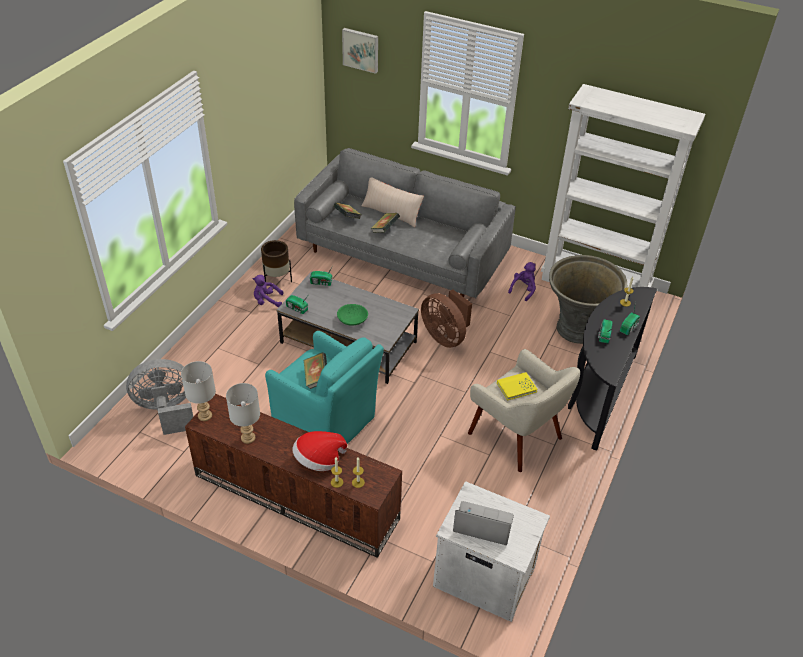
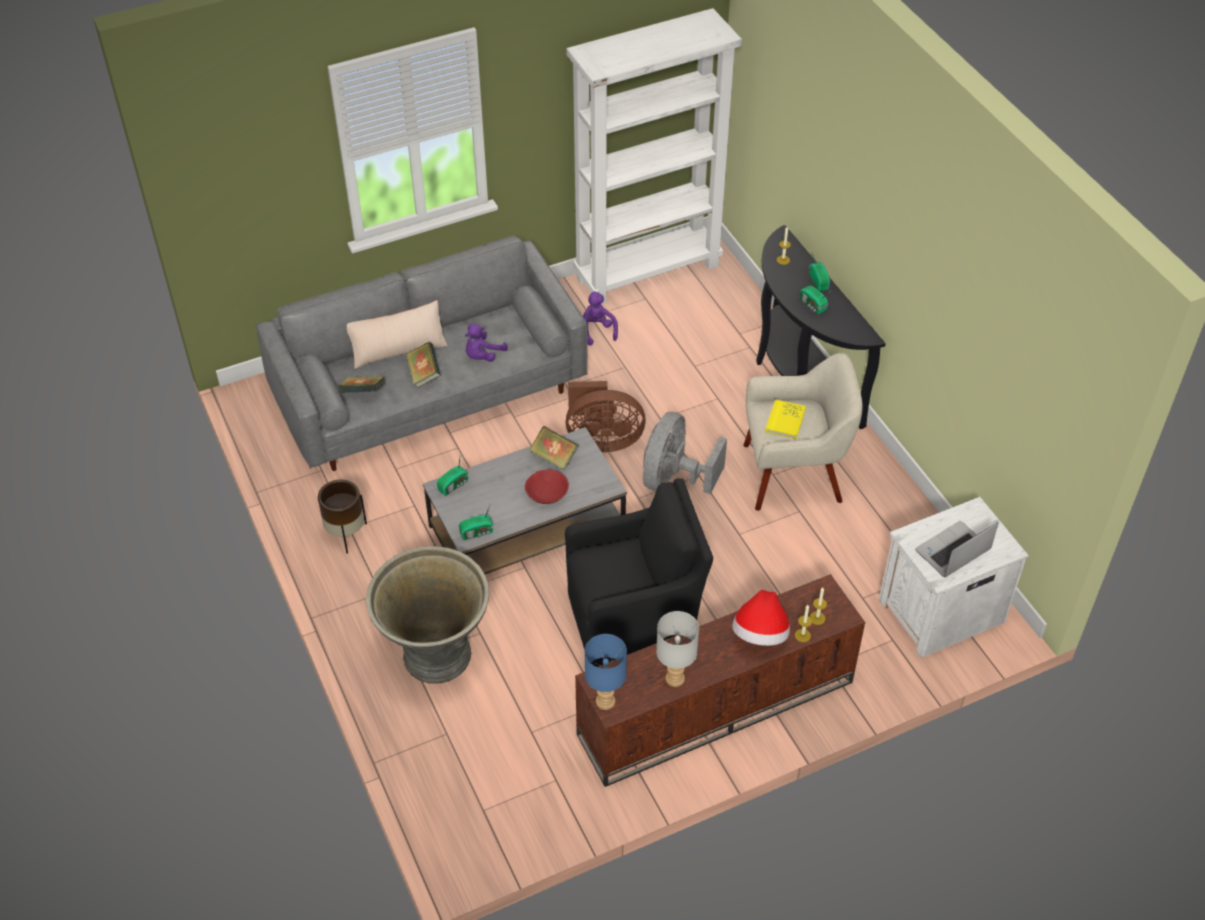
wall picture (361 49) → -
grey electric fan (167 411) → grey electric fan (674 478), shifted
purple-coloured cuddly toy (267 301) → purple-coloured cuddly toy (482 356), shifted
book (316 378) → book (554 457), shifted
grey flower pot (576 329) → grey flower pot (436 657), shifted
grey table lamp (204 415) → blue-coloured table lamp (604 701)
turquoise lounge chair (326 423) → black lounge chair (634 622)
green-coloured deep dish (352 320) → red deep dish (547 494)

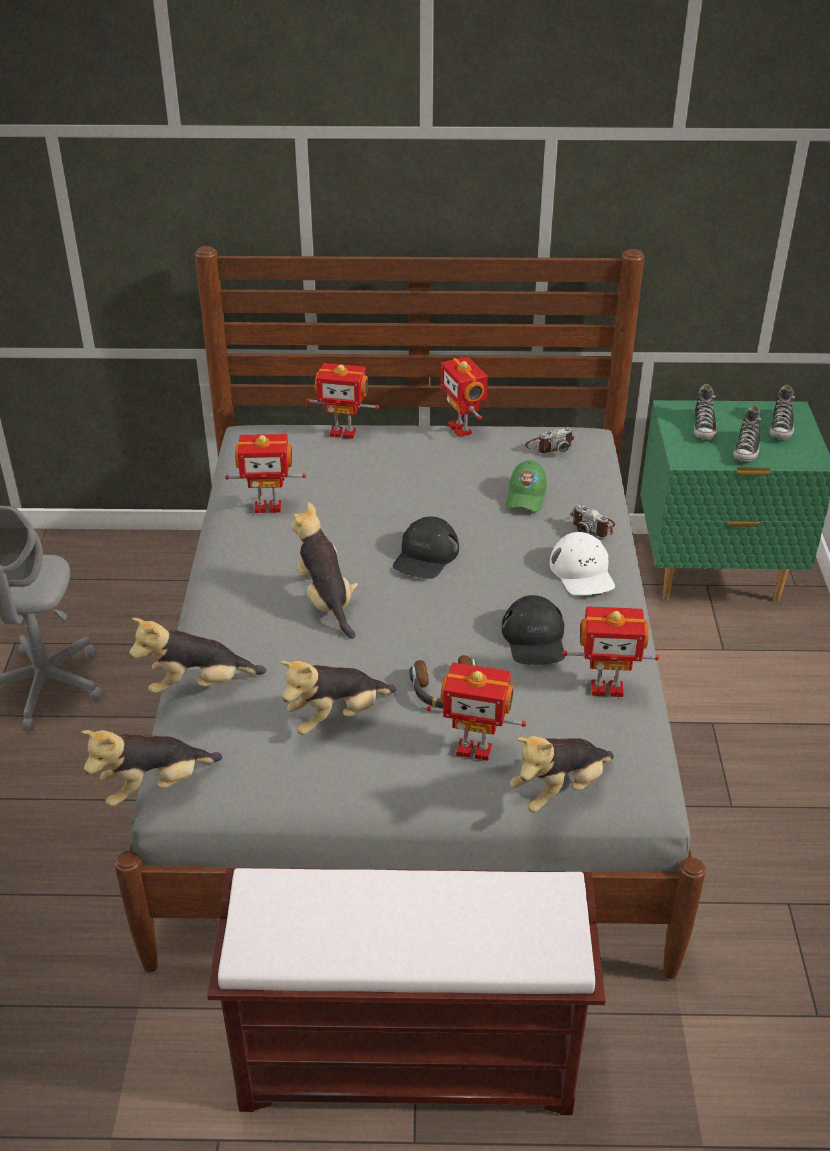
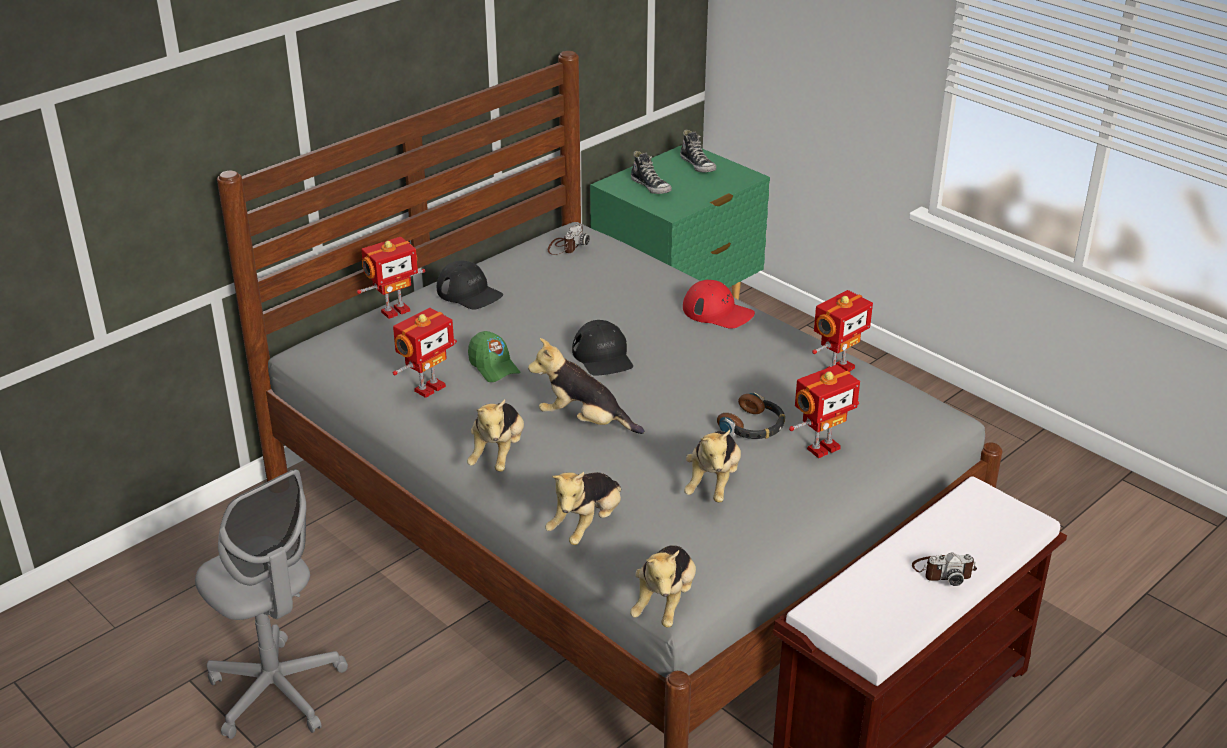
toy robot (462 429) → -
shoe (747 449) → -
black cap (534 638) → black cap (469 293), shifted
green-coloured cap (526 496) → green-coloured cap (493 367), shifted
cuddly toy (559 790) → cuddly toy (498 454), shifted
still camera (593 526) → still camera (943 571), shifted
white-coloured cap (582 572) → red cap (718 312)

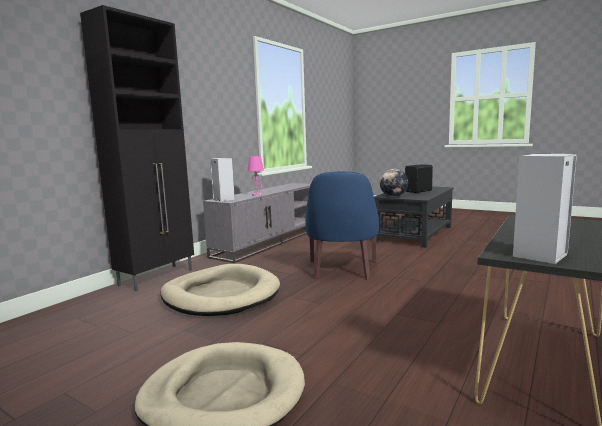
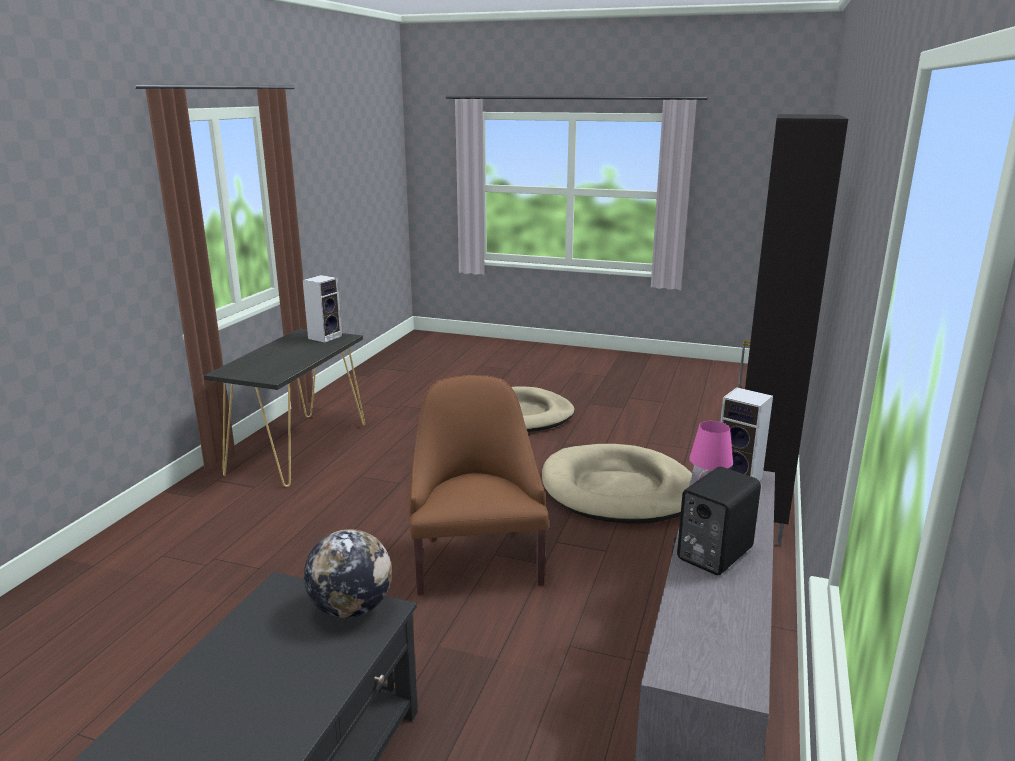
black audio speaker (419 191) → black audio speaker (712 554), shifted
blue-coloured lounge chair (342 270) → brown lounge chair (476 560)

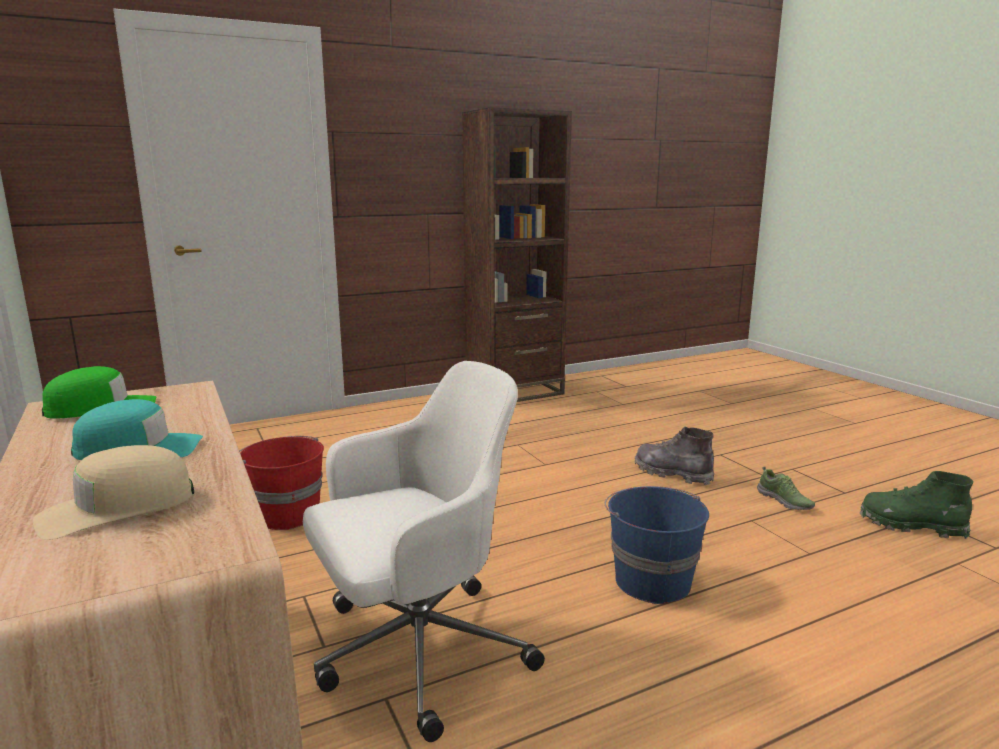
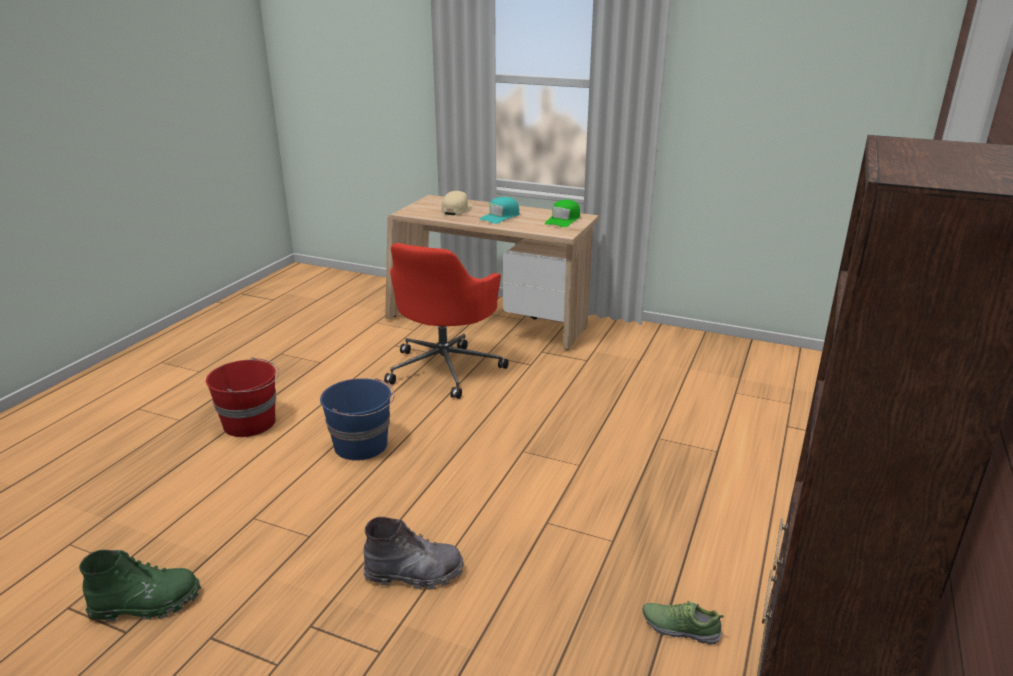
red pail (286 514) → red pail (251 423), shifted
shoe (785 501) → shoe (680 627), shifted
white-coloured desk chair (416 652) → red desk chair (445 368)

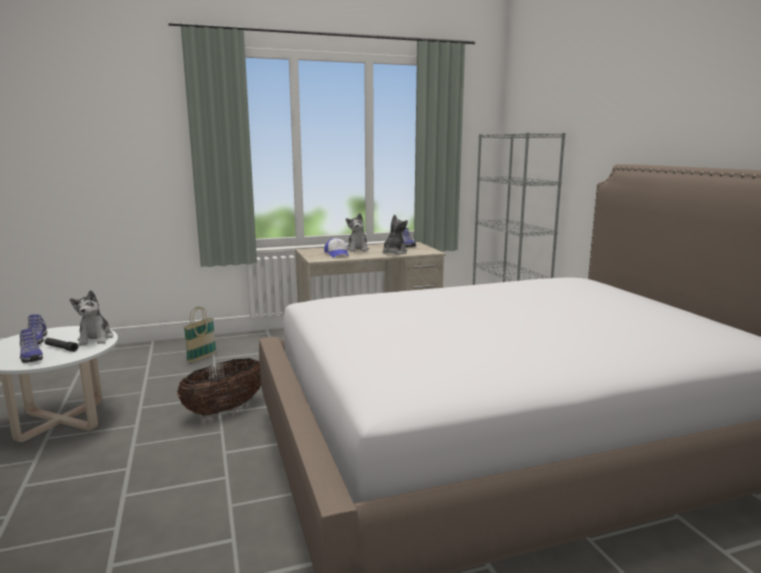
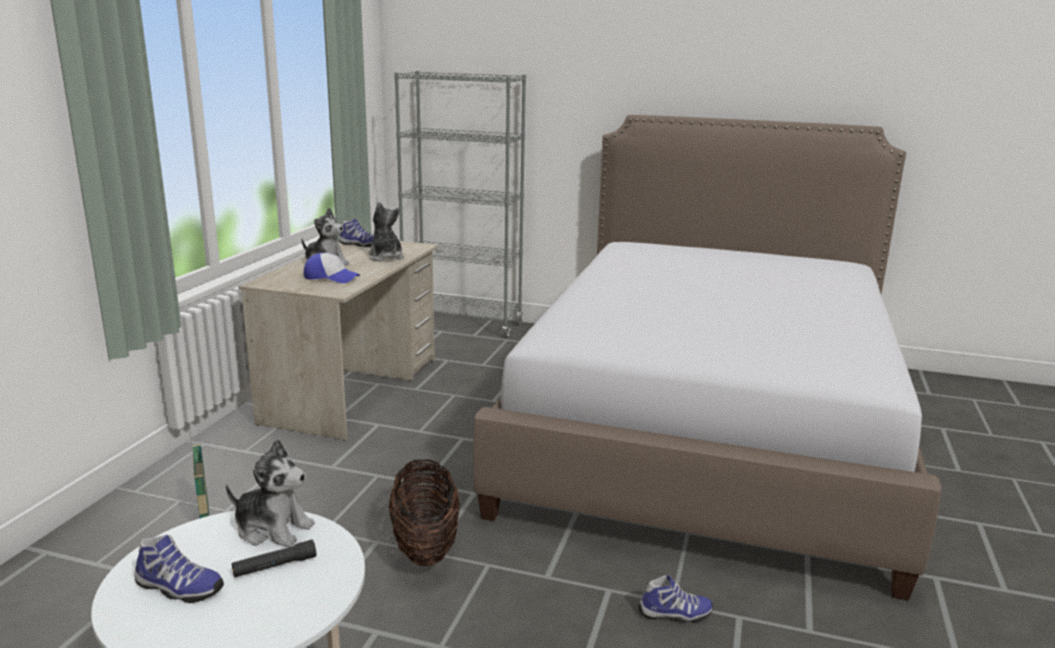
shoe (30 357) → shoe (675 614), shifted

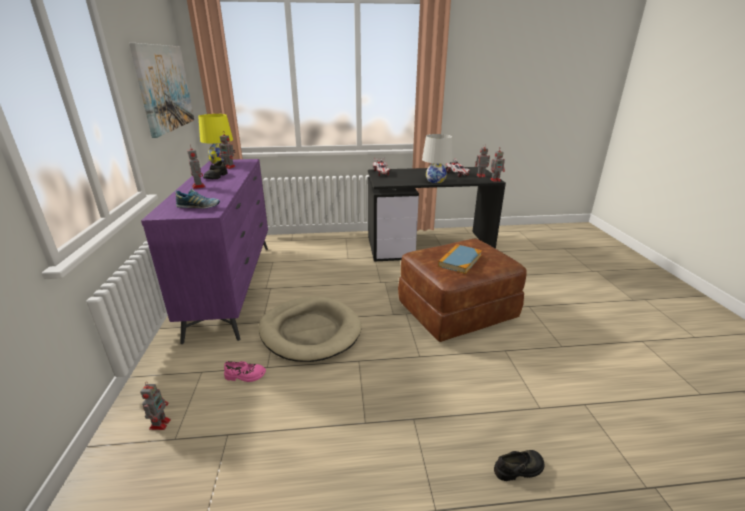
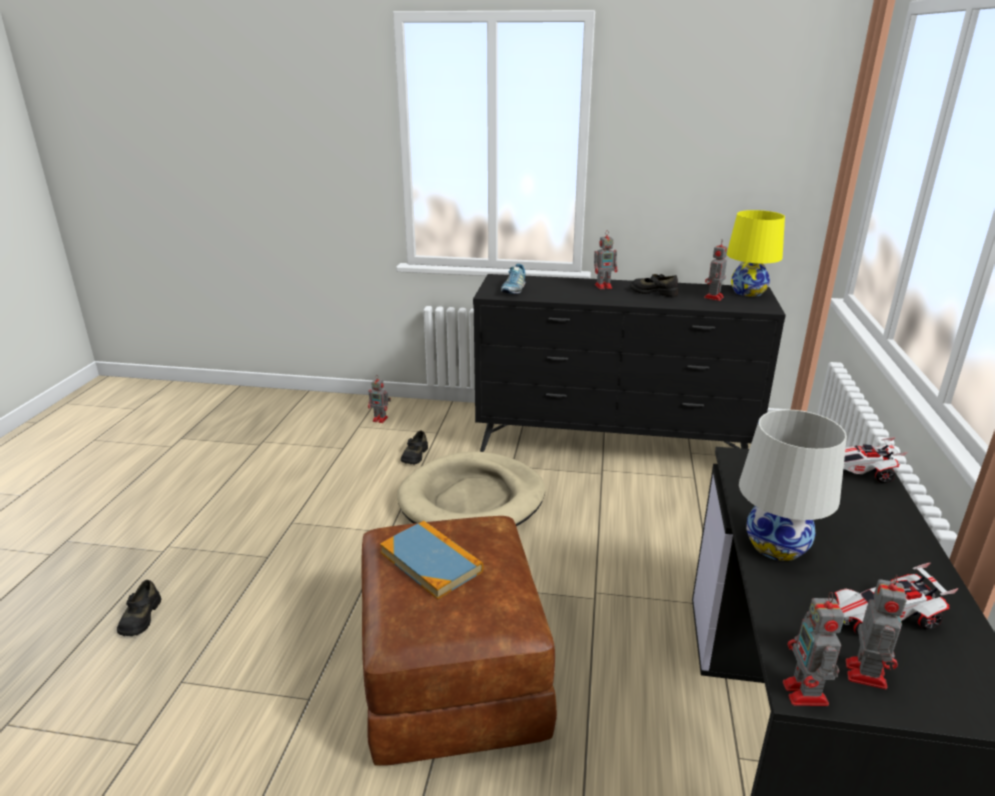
wall picture (164 88) → -
purple-coloured drawer chest (233 286) → black drawer chest (613 445)
pink-coloured shoe (245 376) → black shoe (414 455)

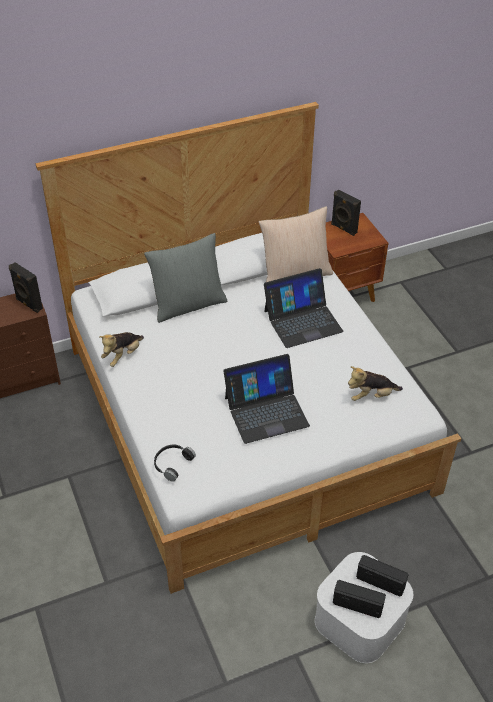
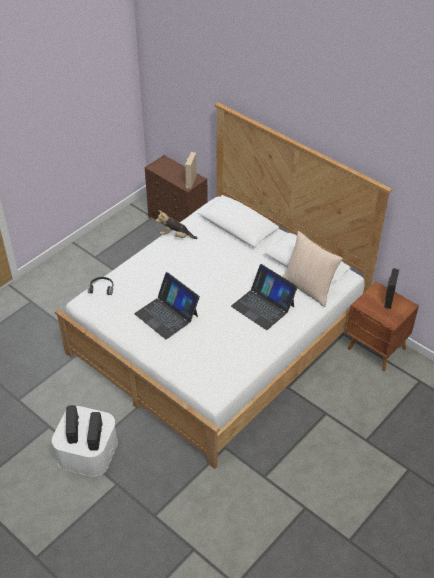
grey cushion (188 304) → -
cuddly toy (371 395) → -
black audio speaker (28 304) → beige audio speaker (190 181)

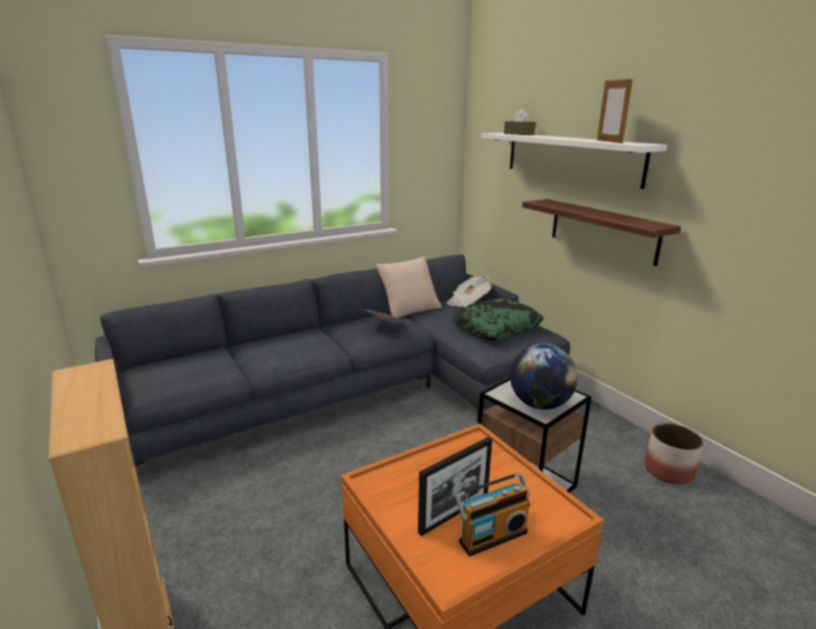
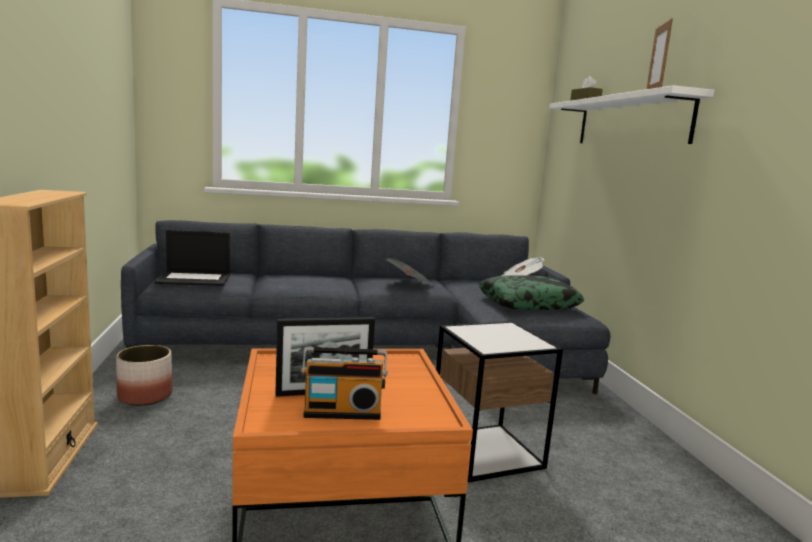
beige cushion (409 308) → -
world globe (539 404) → -
bracket shelf (603 230) → -
- → portable computer (195 279)
flower pot (668 470) → flower pot (145 396), shifted

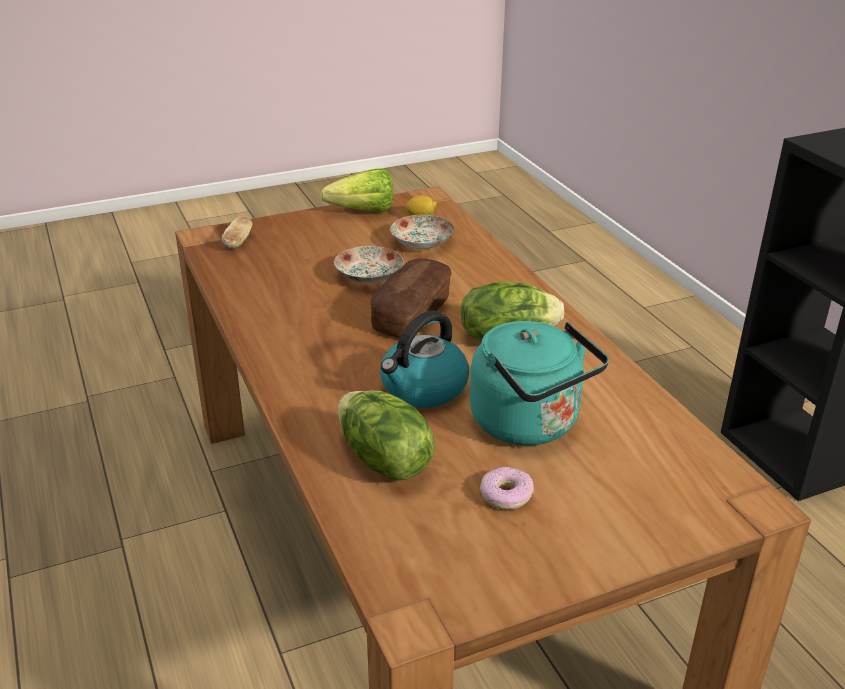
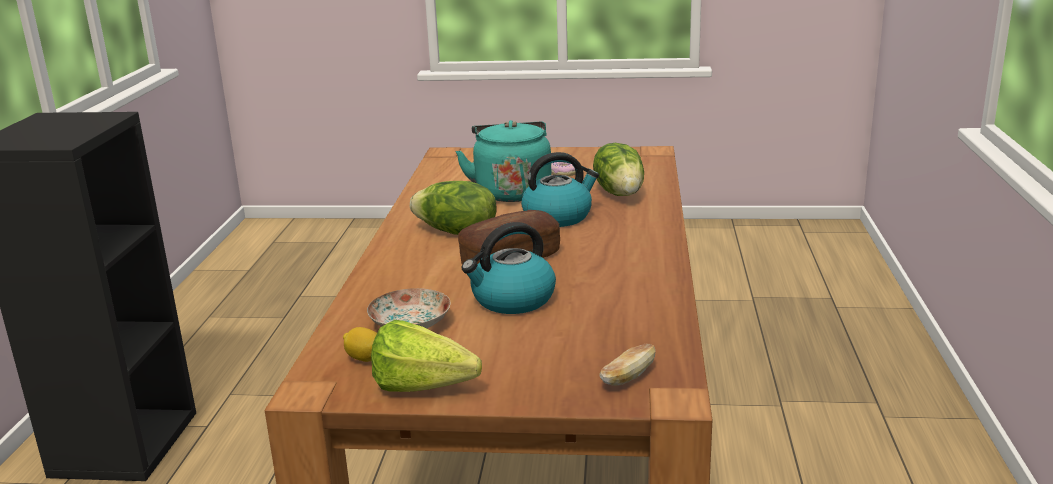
flat dish (368 277) → water kettle (512 300)

